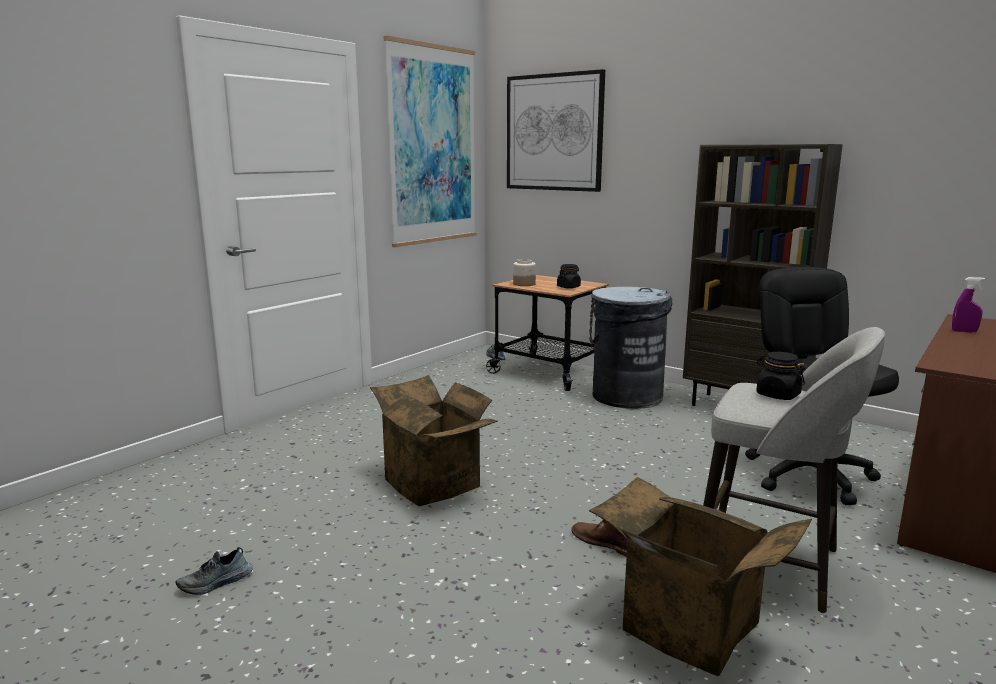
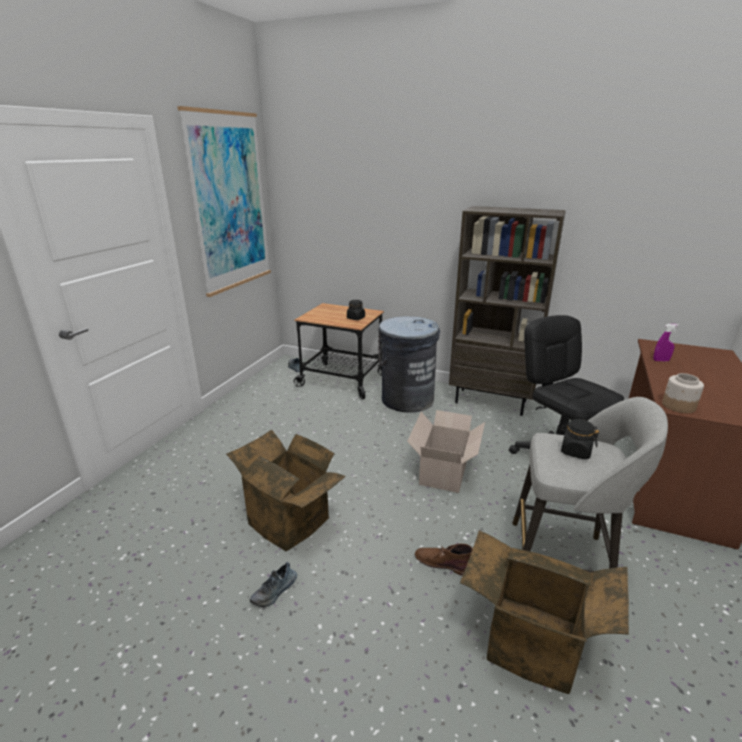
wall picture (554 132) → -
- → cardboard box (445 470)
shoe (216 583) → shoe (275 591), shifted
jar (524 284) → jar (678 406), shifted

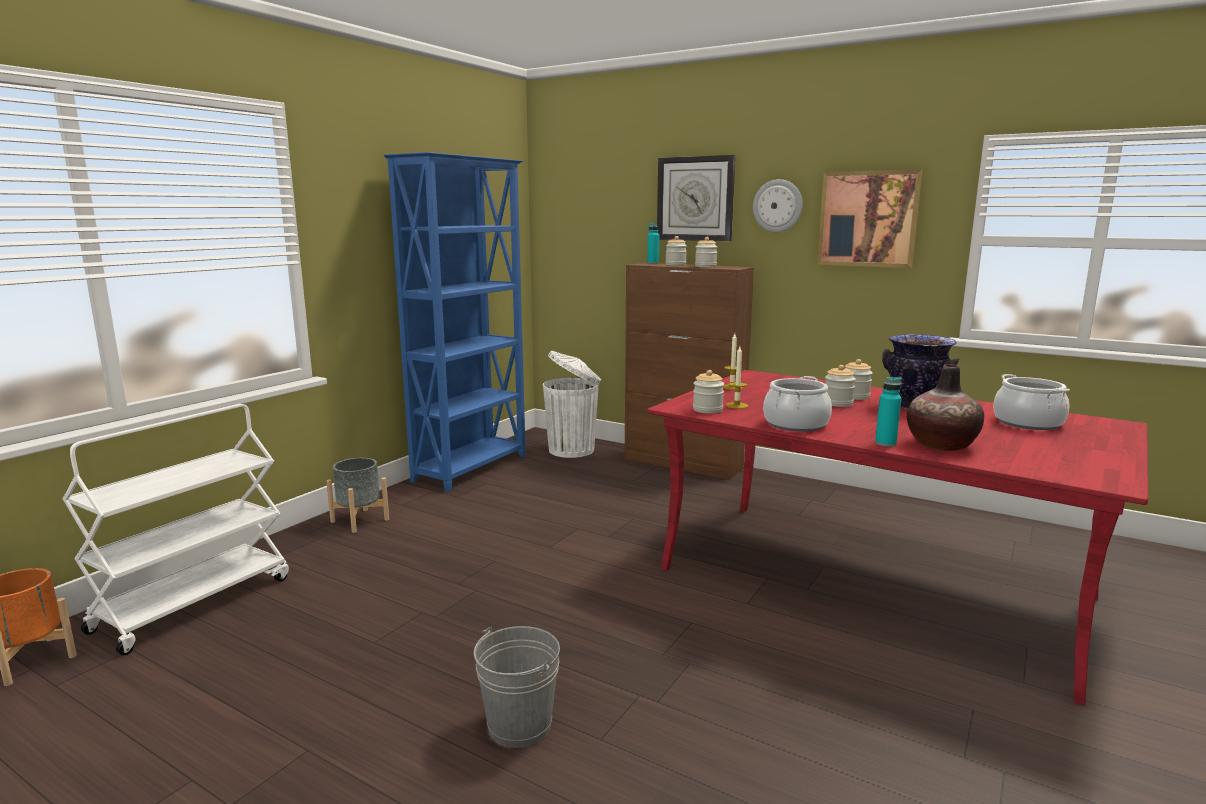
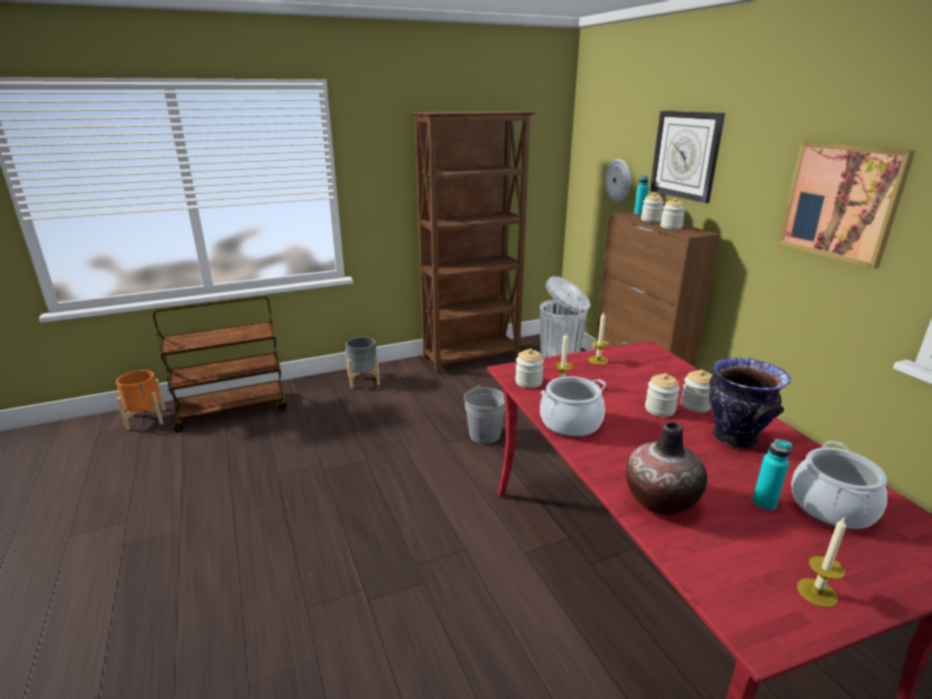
- → wax light (817 592)
grey pail (519 725) → grey pail (484 435), shifted
hanging clock (778 206) → hanging clock (619 180), shifted
turquoise beverage bottle (885 443) → turquoise beverage bottle (764 503), shifted
white-coloured cart (194 603) → brown cart (233 410)
blue-coloured shelving unit (472 468) → brown shelving unit (472 357)

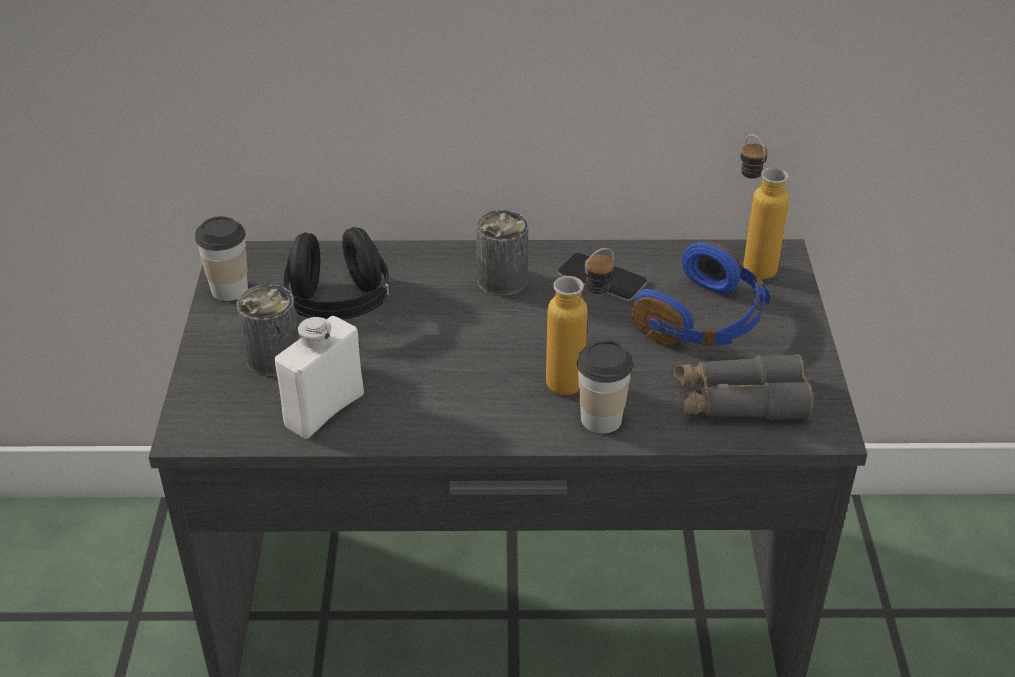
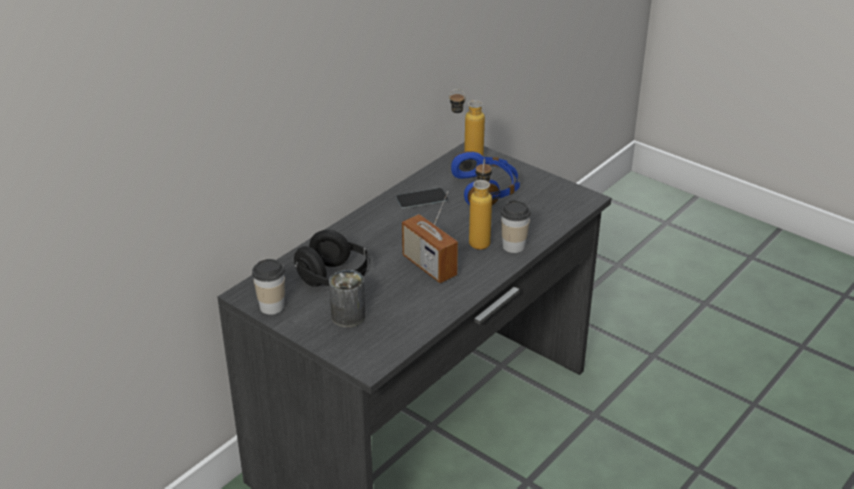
white-coloured beverage bottle (324 410) → -
can (502 280) → -
grey pair of binoculars (739 401) → -
- → radio receiver (429 266)

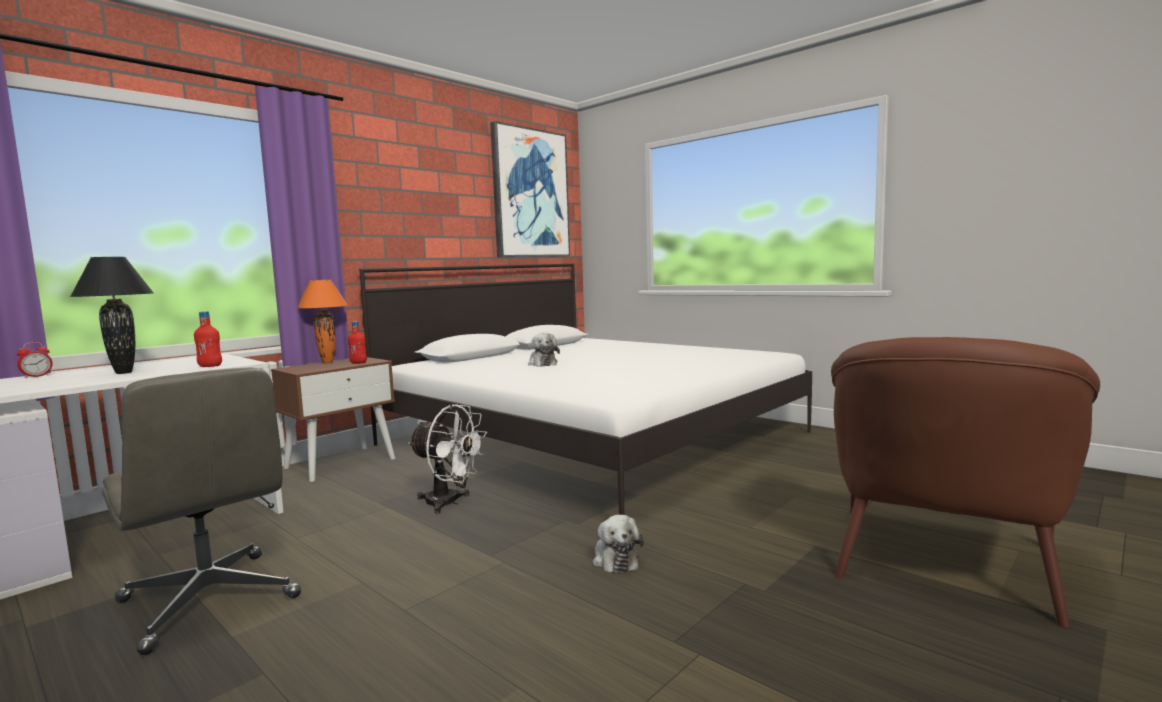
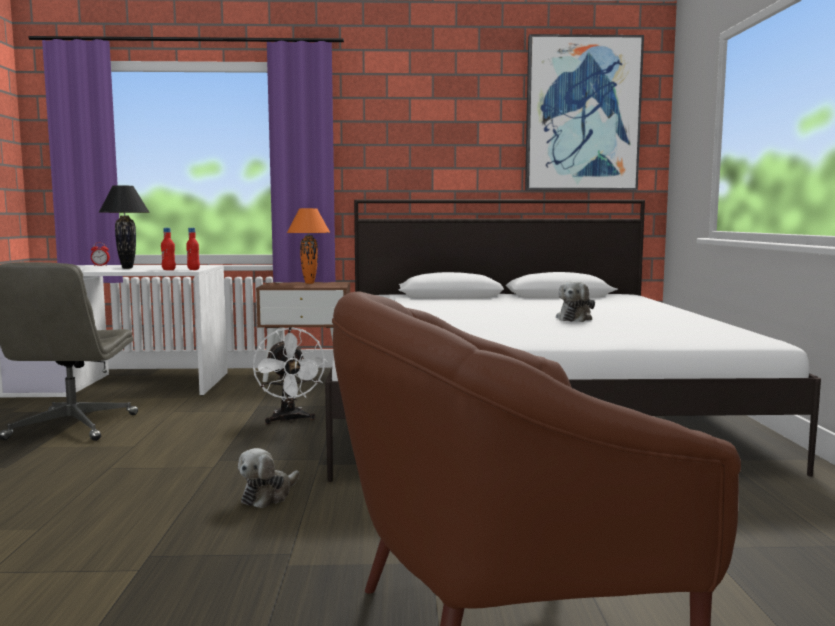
red beverage bottle (358 363) → red beverage bottle (193 269), shifted
cuddly toy (542 363) → cuddly toy (575 318), shifted

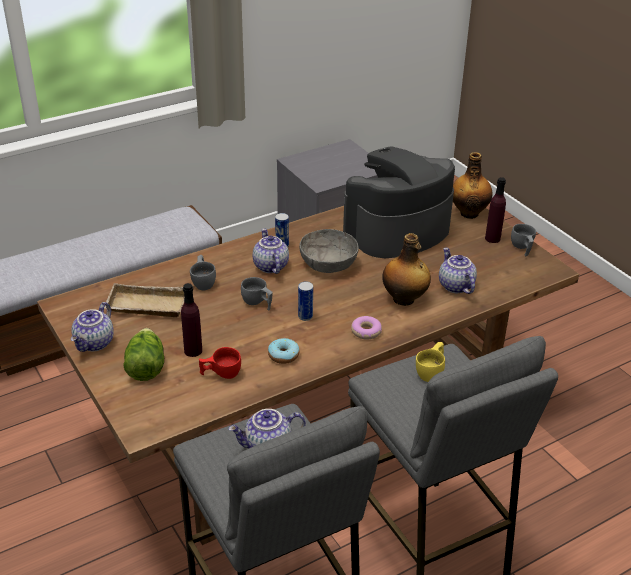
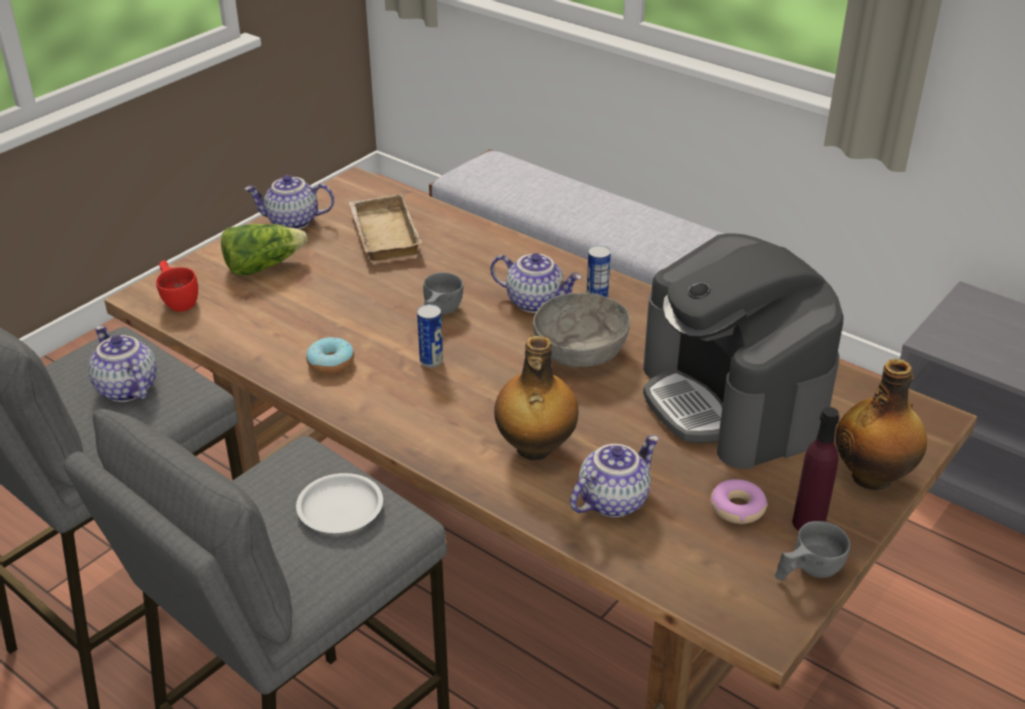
purple-coloured beverage bottle (193 350) → -
grey small cup (204 282) → -
red small cup (220 373) → red small cup (179 300), shifted
doughnut (366 331) → doughnut (737 508), shifted
yellow small cup (432 372) → white-coloured flat dish (340 509)
pot for tea (269 266) → pot for tea (536 302), 60 degrees clockwise
coffee brewer (396 231) → coffee brewer (733 400), 150 degrees counterclockwise

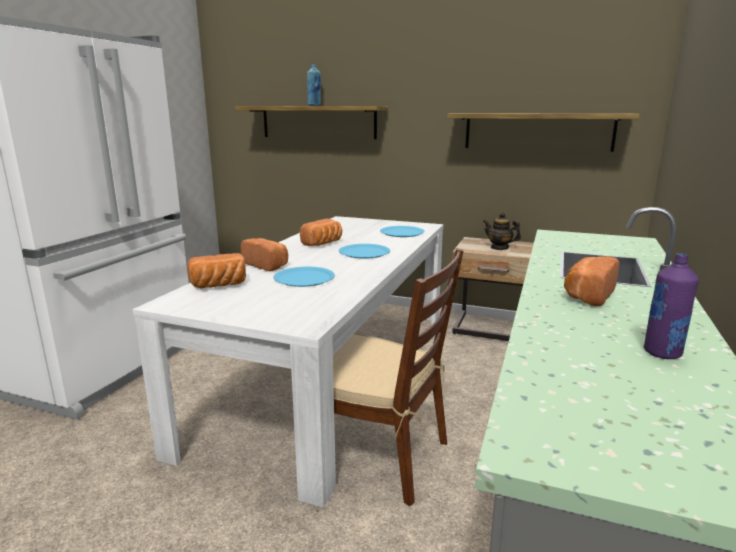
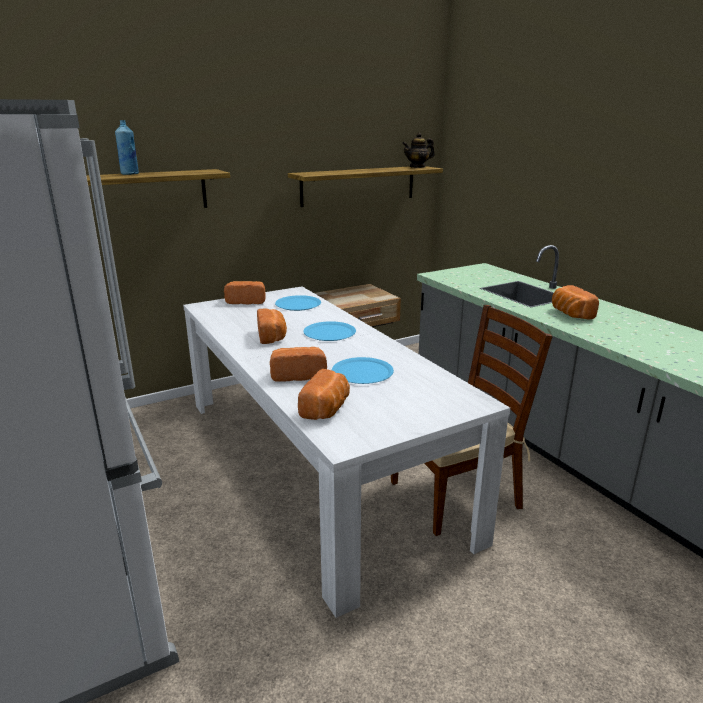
purple-coloured beverage bottle (662 353) → -
- → baked bread (247 301)
pot for tea (499 248) → pot for tea (417 167), shifted

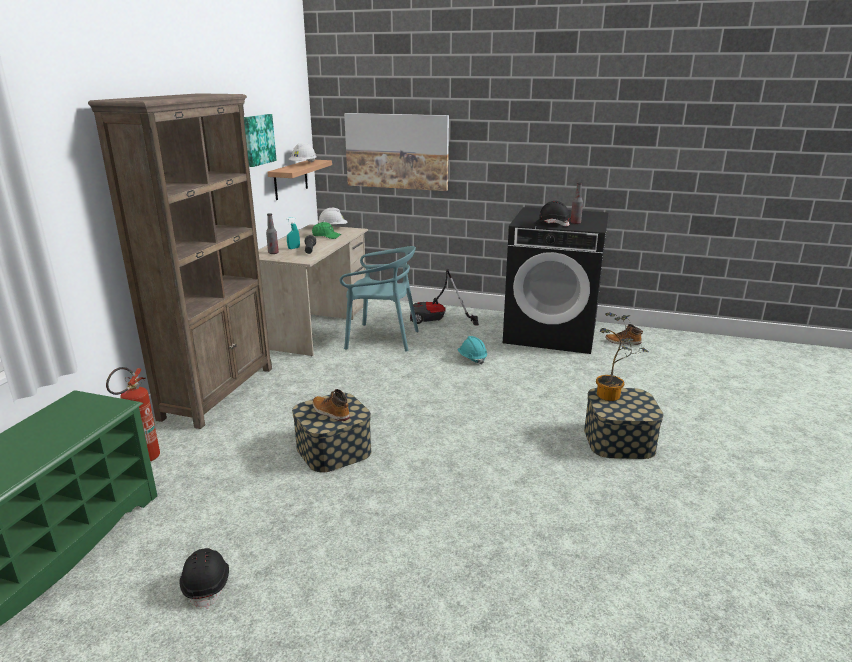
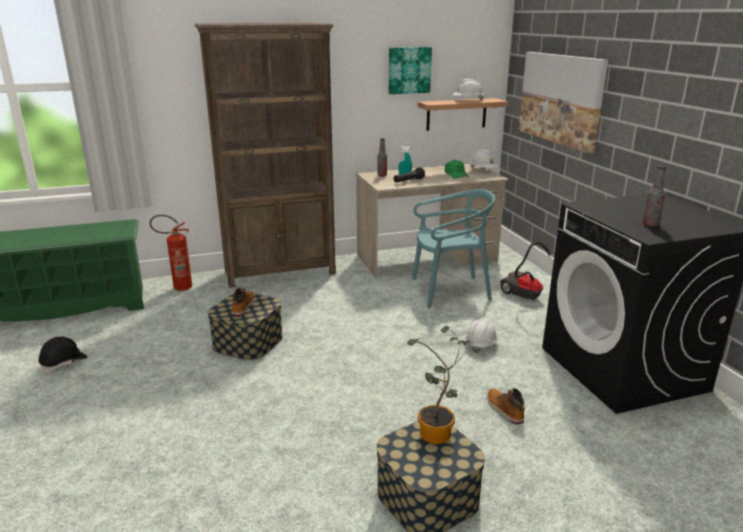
black safety helmet (551 224) → -
high-top boot (623 342) → high-top boot (504 410), shifted
turquoise safety helmet (472 358) → white-coloured safety helmet (480 344)
turquoise chair (382 338) → turquoise chair (449 290), 75 degrees counterclockwise

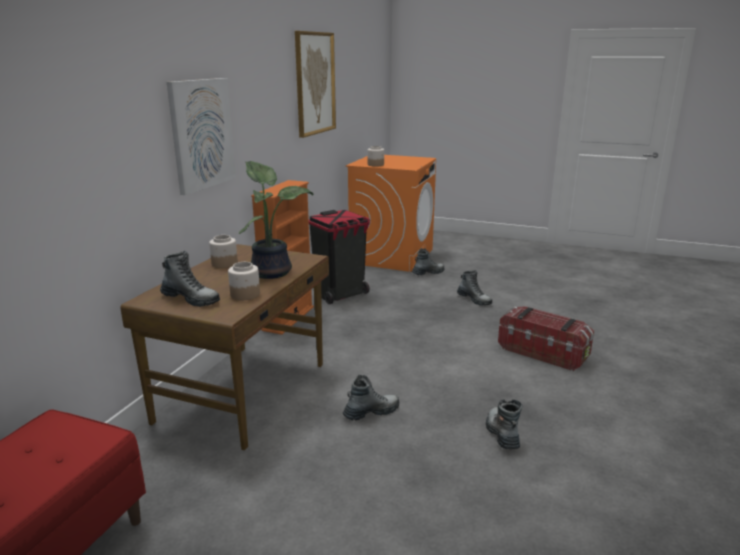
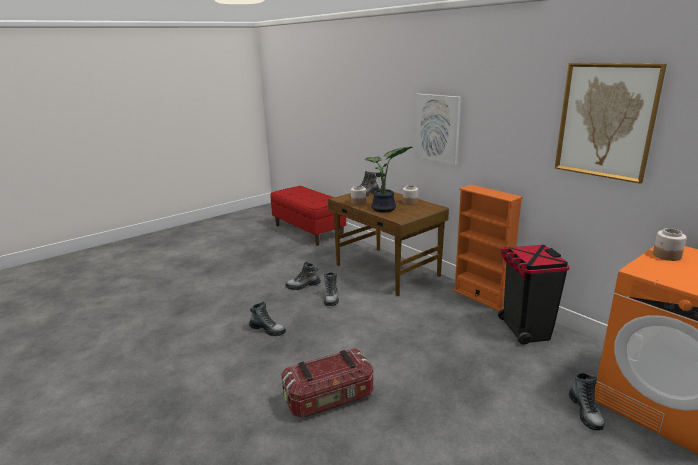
high-top boot (474 299) → high-top boot (303 286), shifted

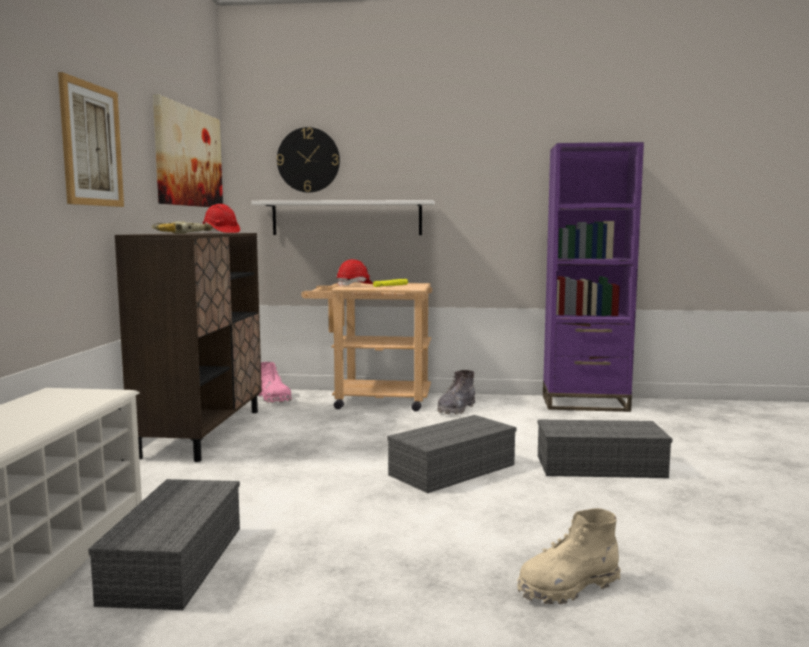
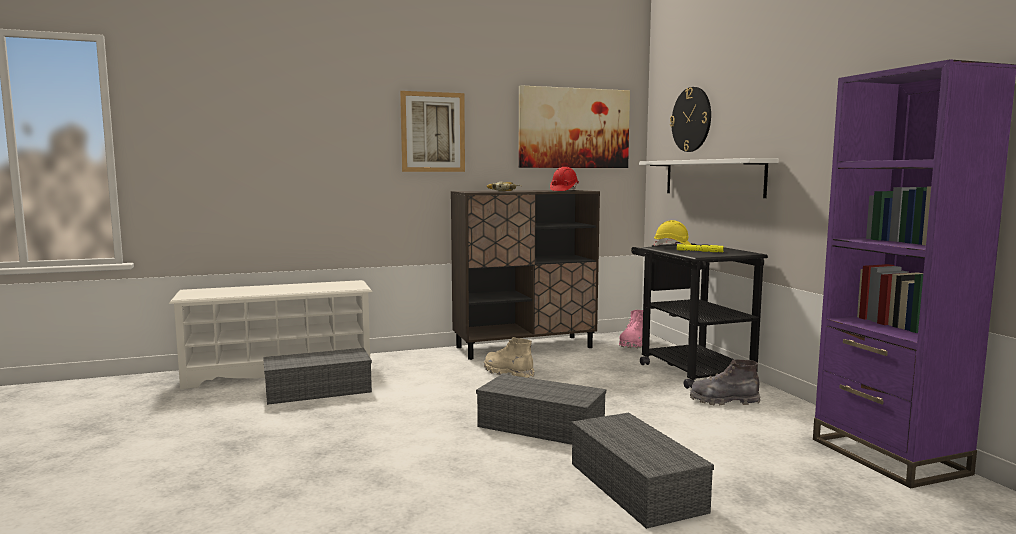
beige high-top boot (567 587) → beige high-top boot (508 373), shifted
beige cart (372 400) → black cart (689 369)
red safety helmet (354 285) → yellow safety helmet (673 246)

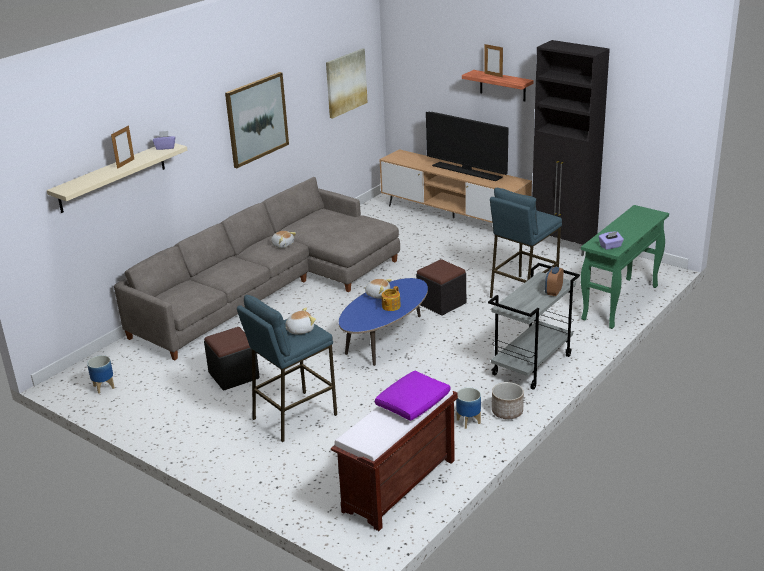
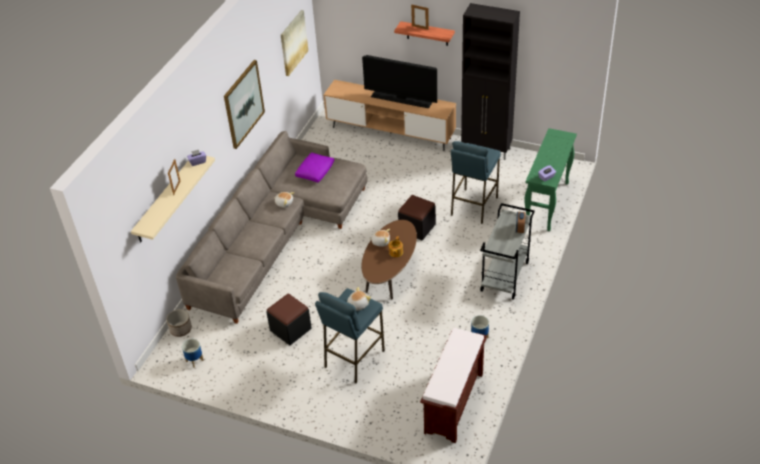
purple-coloured cushion (413 403) → purple-coloured cushion (315 171), shifted
flower pot (507 412) → flower pot (181 329), shifted
blue-coloured lounge table (386 341) → brown lounge table (390 273)

